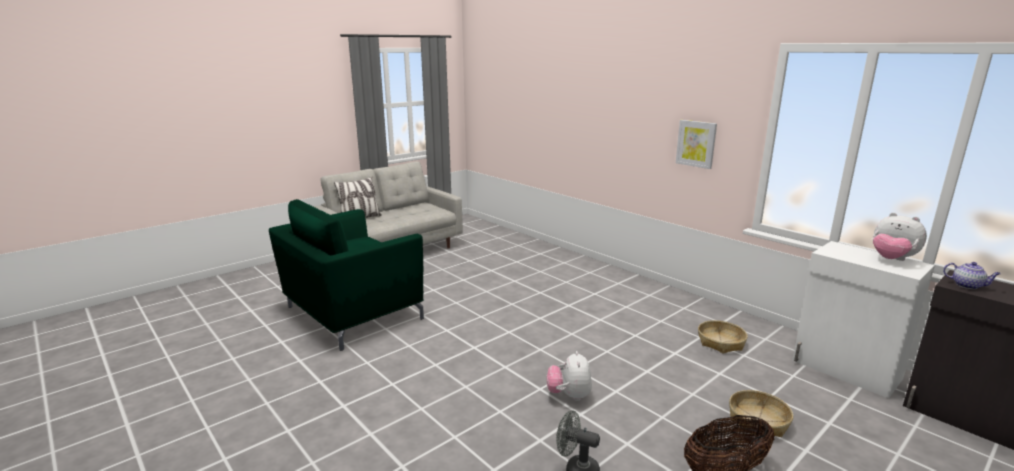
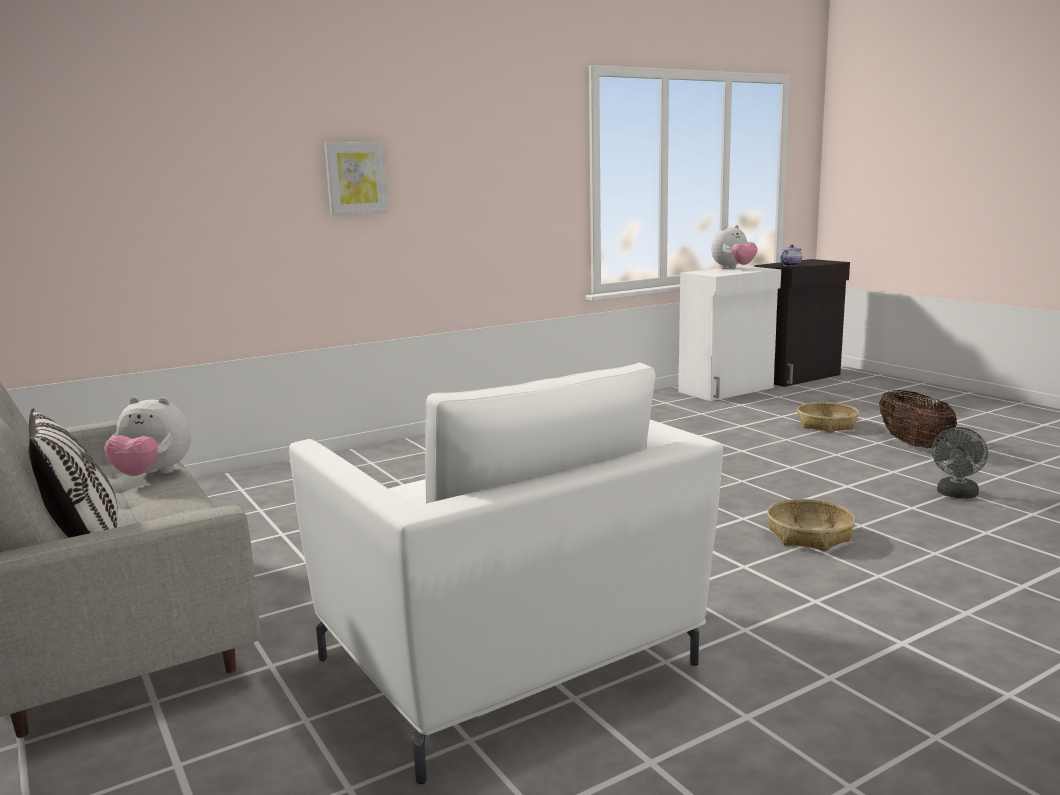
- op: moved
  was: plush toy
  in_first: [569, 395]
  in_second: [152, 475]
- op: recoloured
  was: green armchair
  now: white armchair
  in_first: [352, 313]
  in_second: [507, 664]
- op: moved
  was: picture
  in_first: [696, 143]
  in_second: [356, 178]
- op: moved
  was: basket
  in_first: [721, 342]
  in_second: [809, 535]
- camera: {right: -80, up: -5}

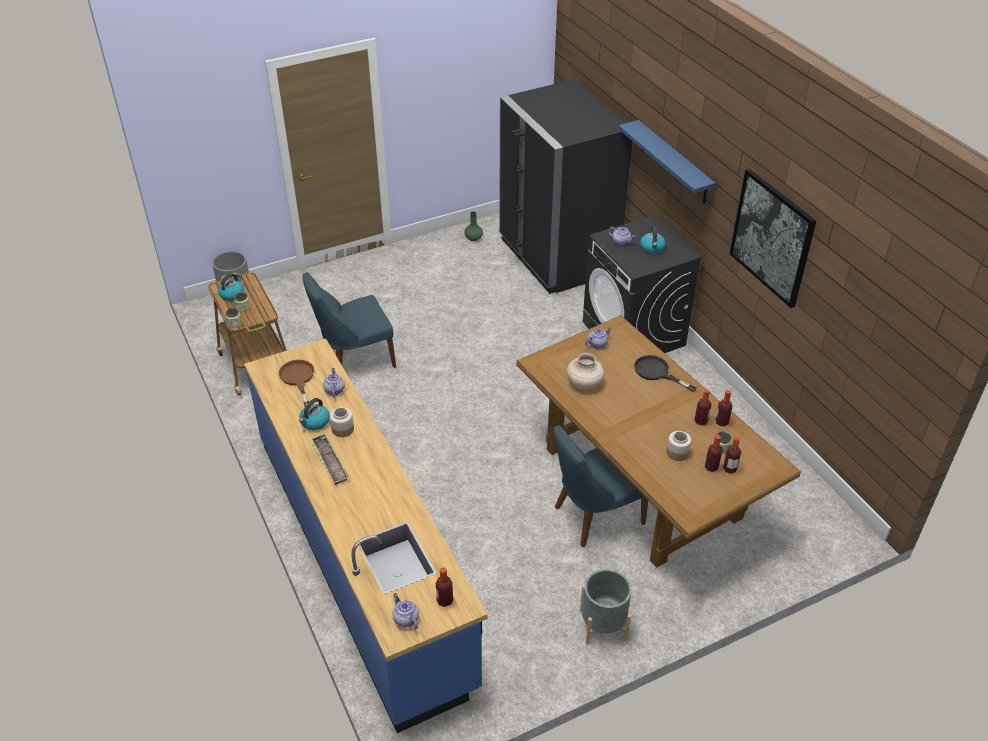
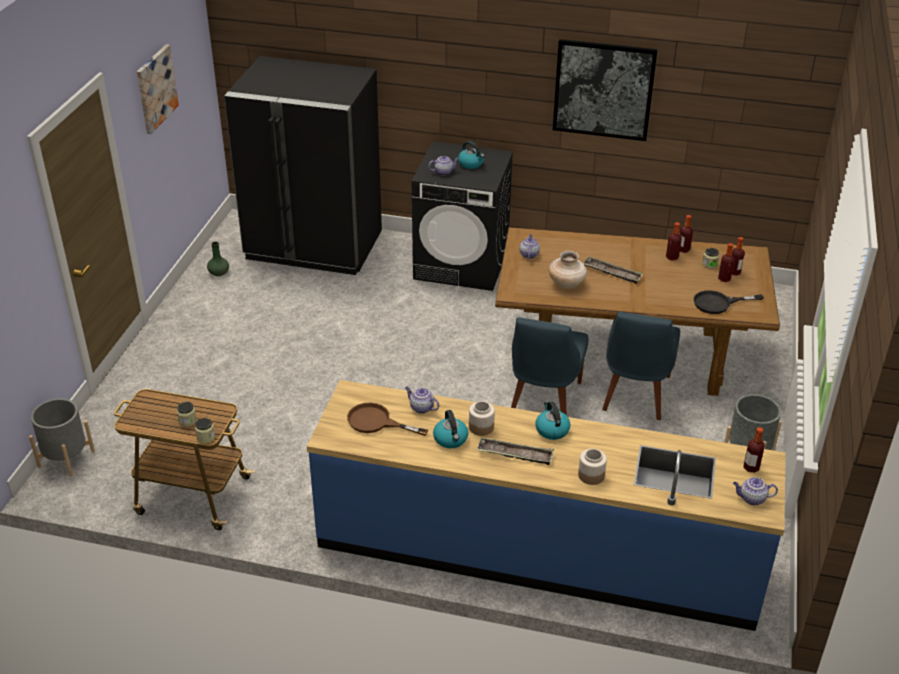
- op: added
  now: picture
  in_second: [156, 88]
- op: moved
  was: blue chair
  in_first: [354, 360]
  in_second: [543, 401]
- op: moved
  was: kettle
  in_first: [232, 294]
  in_second: [551, 430]
- op: moved
  was: jar
  in_first: [677, 453]
  in_second: [591, 475]
- op: added
  now: tray
  in_second: [612, 273]
- op: moved
  was: black frying pan
  in_first: [657, 372]
  in_second: [718, 303]
- op: removed
  was: blue shelf
  in_first: [674, 162]
- camera: {right: -50, up: -5}

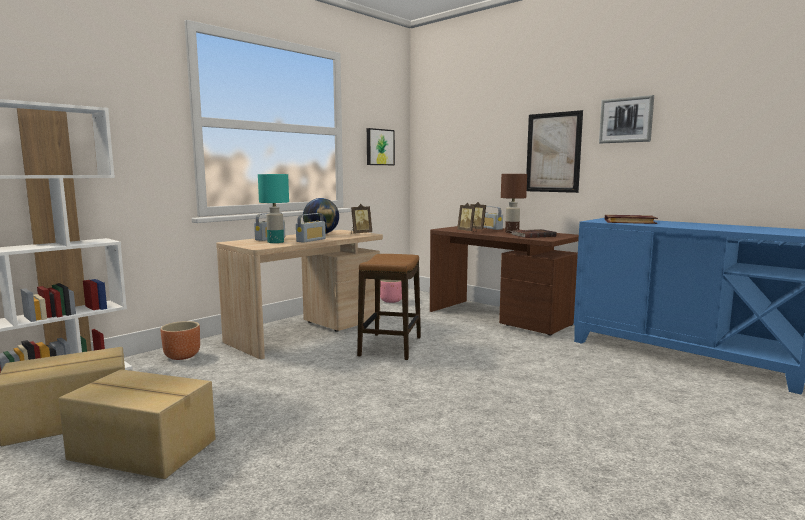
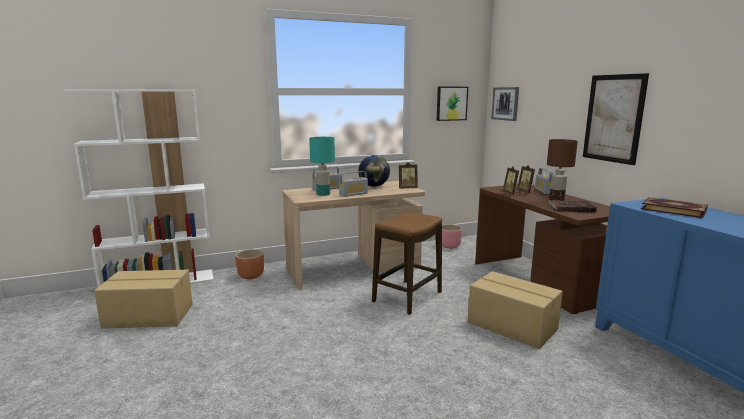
- op: moved
  was: cardboard box
  in_first: [142, 450]
  in_second: [512, 326]
- op: moved
  was: picture
  in_first: [626, 120]
  in_second: [505, 103]
- camera: {right: 25, up: 5}

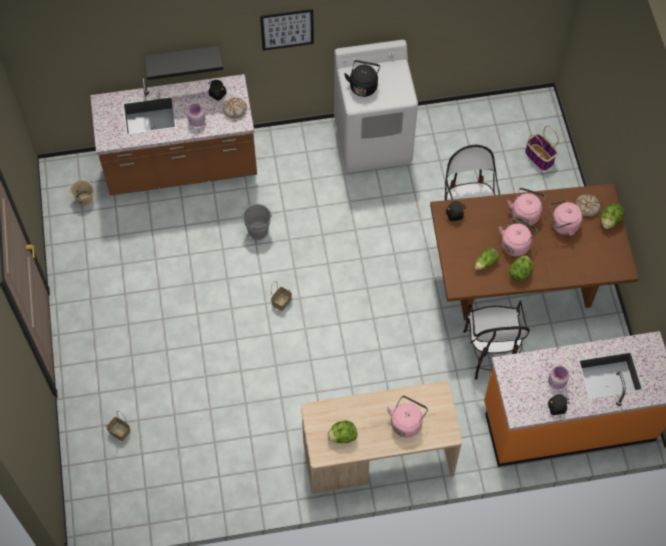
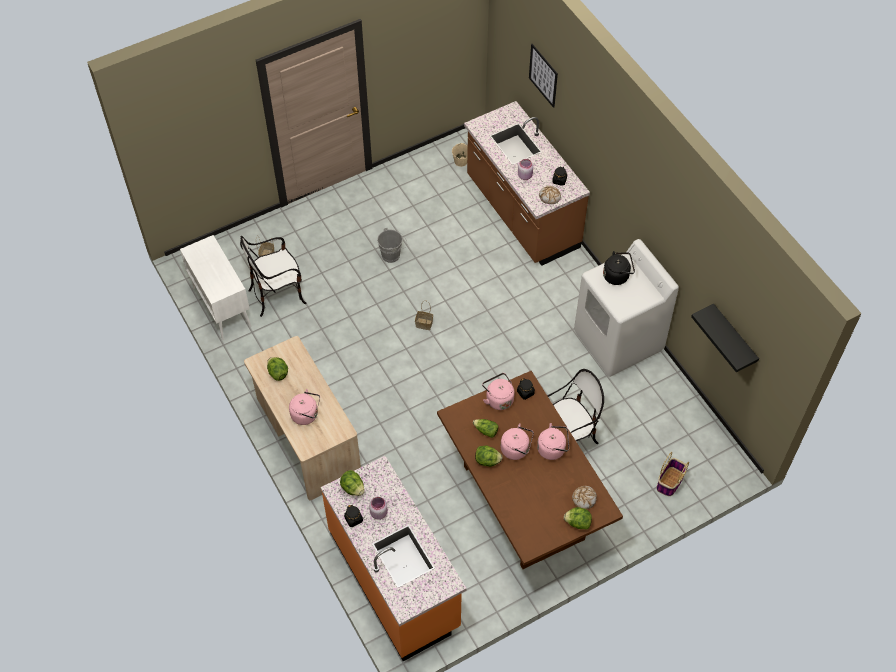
- op: added
  now: white cabinet
  in_second: [221, 306]
- op: moved
  was: chair
  in_first: [490, 352]
  in_second: [277, 294]
- op: added
  now: lettuce
  in_second: [353, 488]
- op: moved
  was: grey bucket
  in_first: [258, 229]
  in_second: [393, 255]
- op: moved
  was: pink kettle
  in_first: [563, 225]
  in_second: [498, 399]
- op: moved
  was: picture
  in_first: [287, 29]
  in_second: [543, 75]
- op: moved
  was: black shelf
  in_first: [183, 59]
  in_second: [733, 338]
- camera: {right: 70, up: -5}

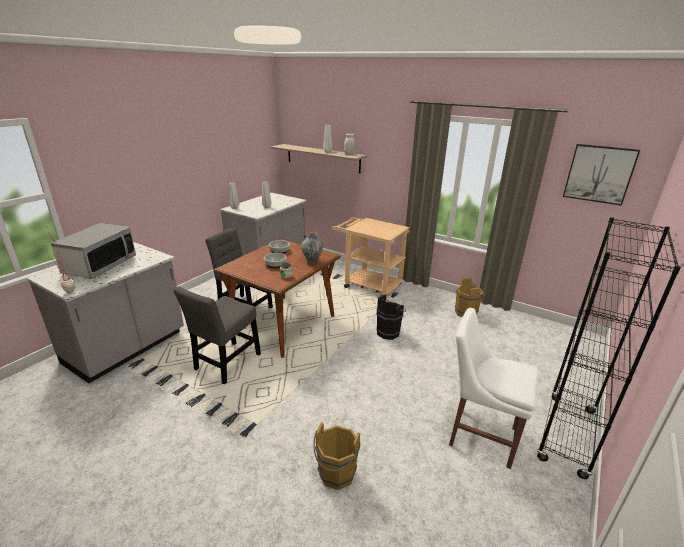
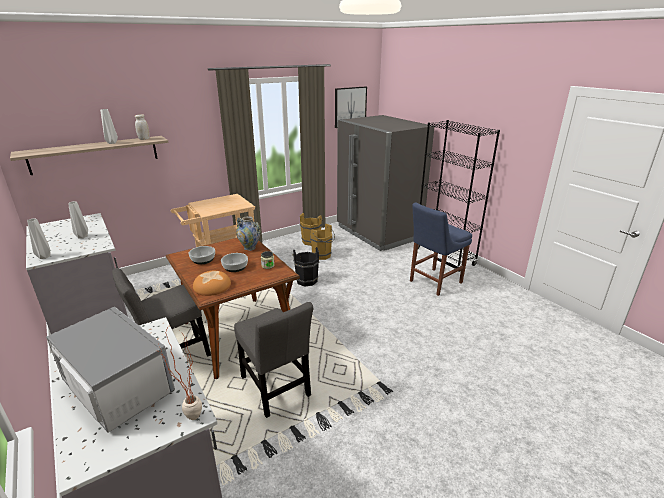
- op: added
  now: bread
  in_second: [212, 286]
- op: moved
  was: brown bucket
  in_first: [336, 476]
  in_second: [322, 256]
- op: added
  now: grey fridge
  in_second: [378, 233]
- op: recoloured
  was: white chair
  now: blue chair
  in_first: [479, 434]
  in_second: [433, 282]
- camera: {right: -65, up: 0}

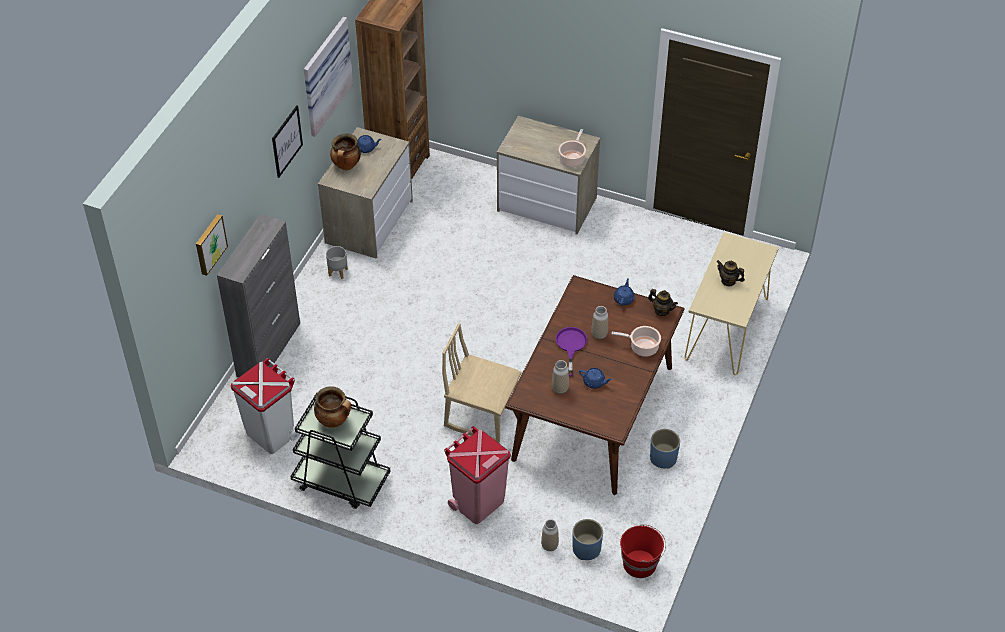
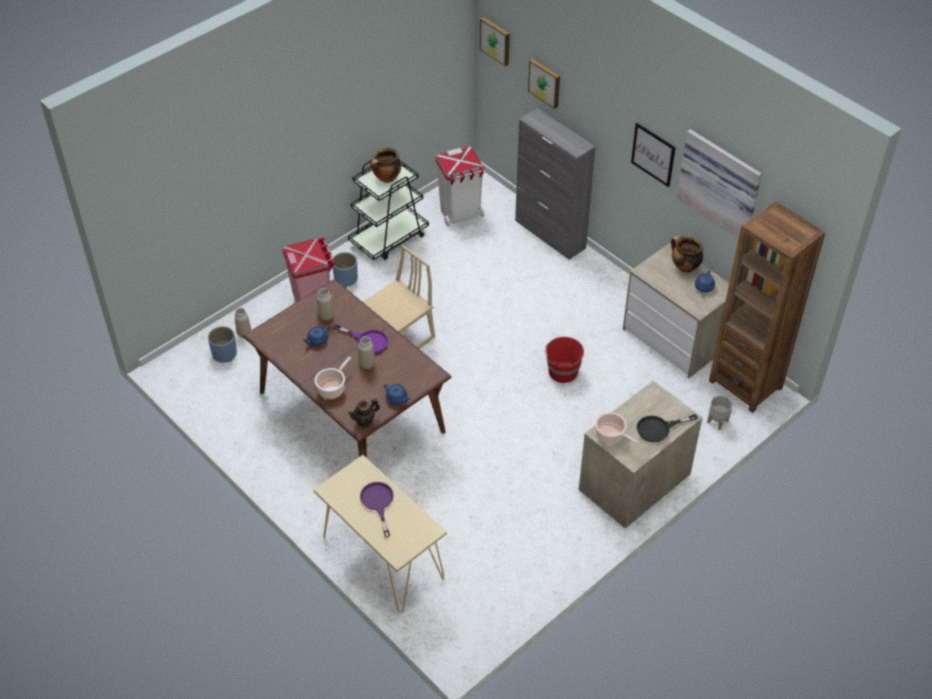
- op: moved
  was: blue planter
  in_first: [663, 458]
  in_second: [346, 279]
- op: replaced
  was: teapot
  now: purple frying pan
  in_first: [728, 281]
  in_second: [378, 503]
- op: added
  now: picture
  in_second: [496, 40]
- op: moved
  was: red bucket
  in_first: [640, 563]
  in_second: [563, 372]
- op: added
  now: black frying pan
  in_second: [658, 428]
- op: moved
  was: grey planter
  in_first: [338, 272]
  in_second: [718, 422]
- camera: {right: 115, up: 0}

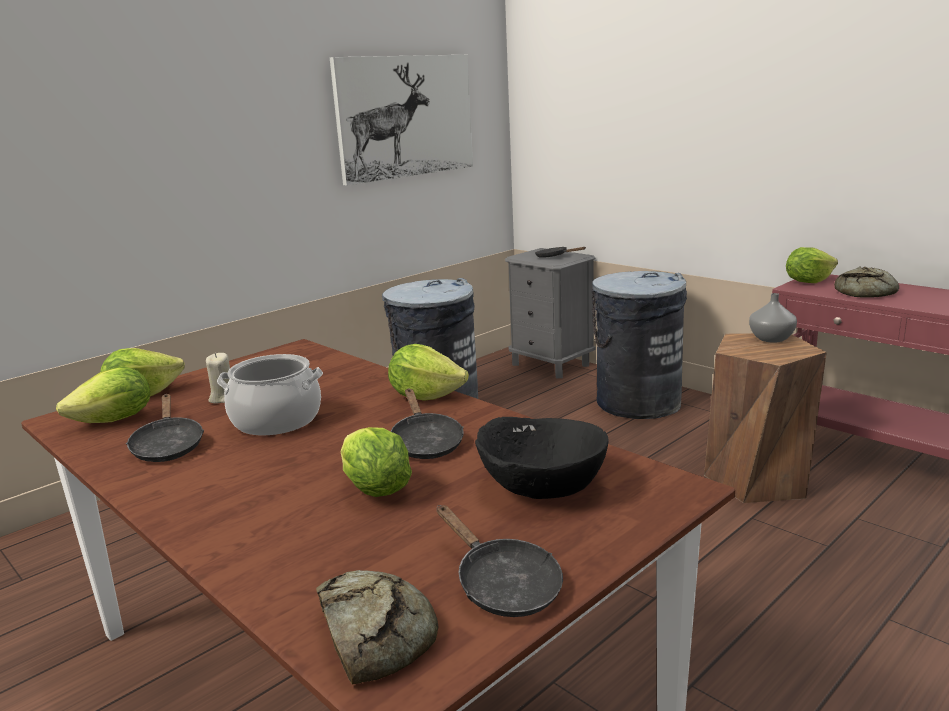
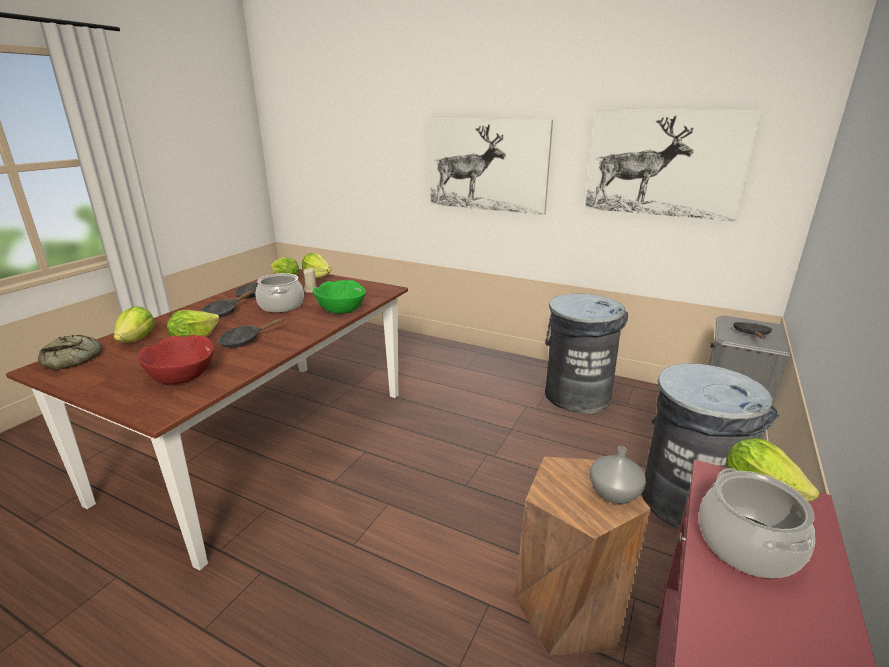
- op: moved
  was: lettuce
  in_first: [425, 395]
  in_second: [138, 339]
- op: recoloured
  was: black bowl
  now: red bowl
  in_first: [542, 484]
  in_second: [182, 375]
- op: moved
  was: black frying pan
  in_first: [502, 585]
  in_second: [224, 312]
- op: added
  now: green bowl
  in_second: [342, 309]
- op: added
  now: picture
  in_second: [487, 165]
- op: replaced
  was: bread
  now: cooking pot
  in_first: [867, 292]
  in_second: [748, 545]
- camera: {right: 70, up: 5}

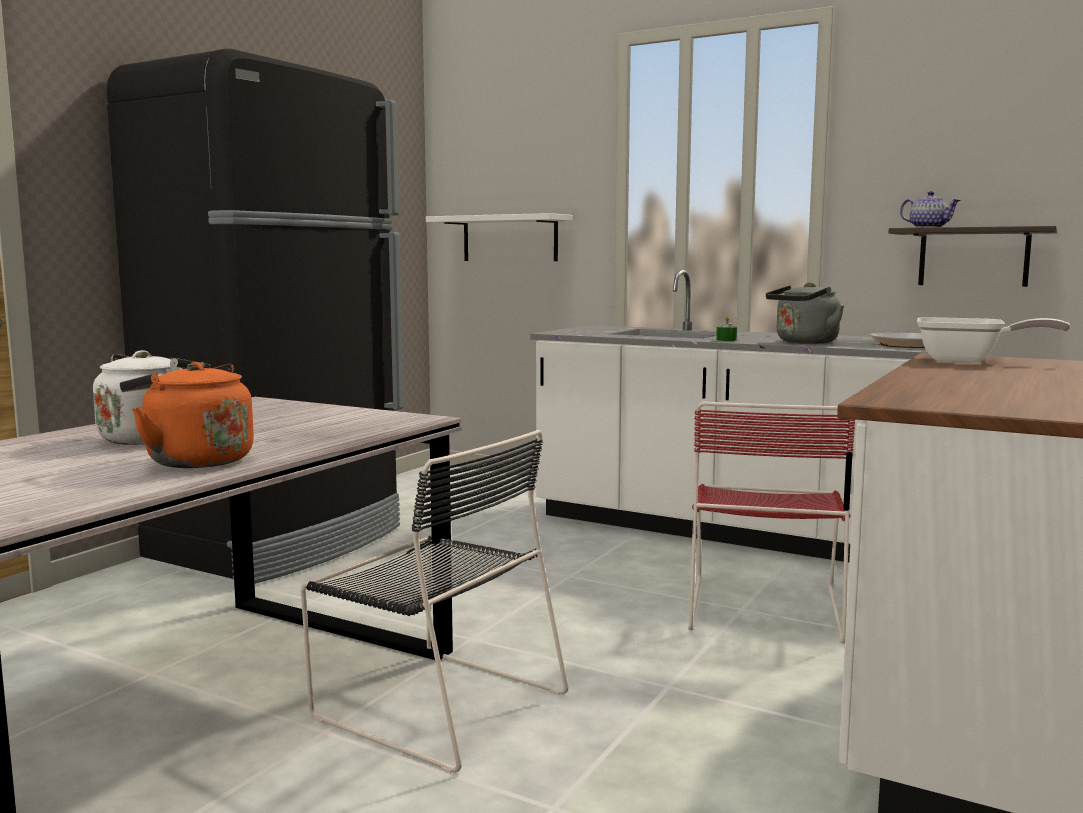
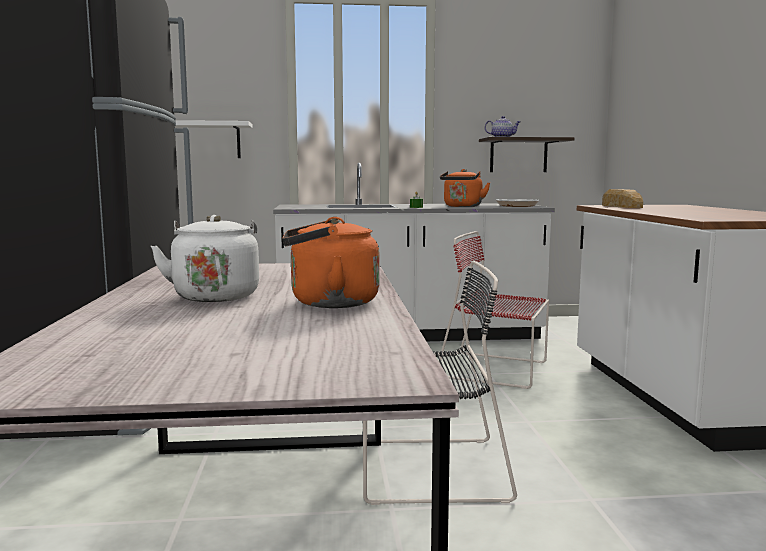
- op: turned
  was: red chair
  in_first: [764, 607]
  in_second: [497, 370]
  clockwise: 135
- op: recoloured
  was: grey kettle
  now: orange kettle
  in_first: [804, 342]
  in_second: [462, 206]
- op: replaced
  was: frying pan
  now: bread
  in_first: [968, 361]
  in_second: [621, 206]
- camera: {right: -35, up: 0}

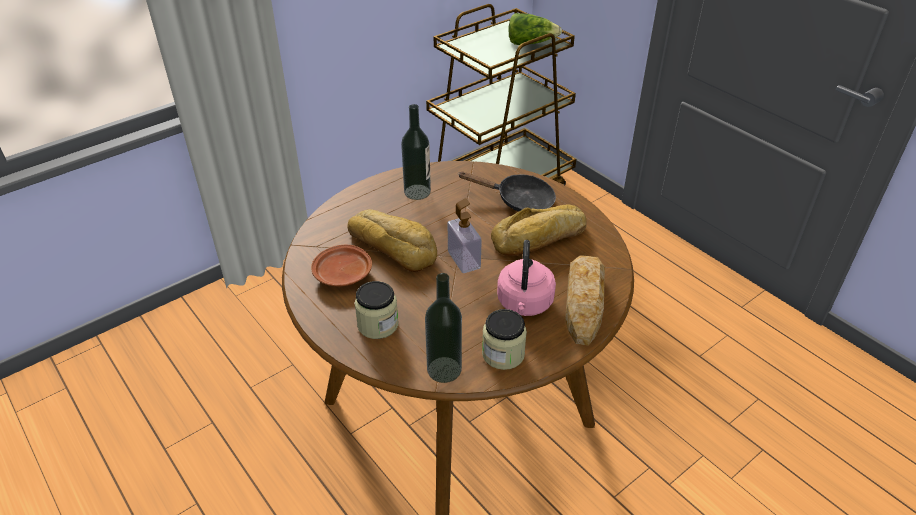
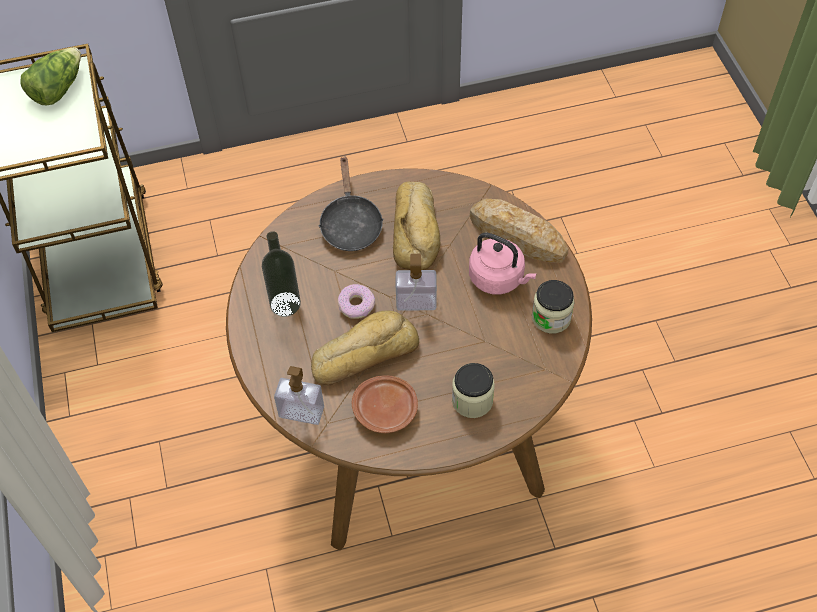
- op: added
  now: soap dispenser
  in_second: [301, 412]
- op: turned
  was: black frying pan
  in_first: [519, 201]
  in_second: [350, 224]
  clockwise: 135
- op: added
  now: donut
  in_second: [356, 305]
- op: removed
  was: bottle
  in_first: [444, 369]
- camera: {right: -65, up: 15}

